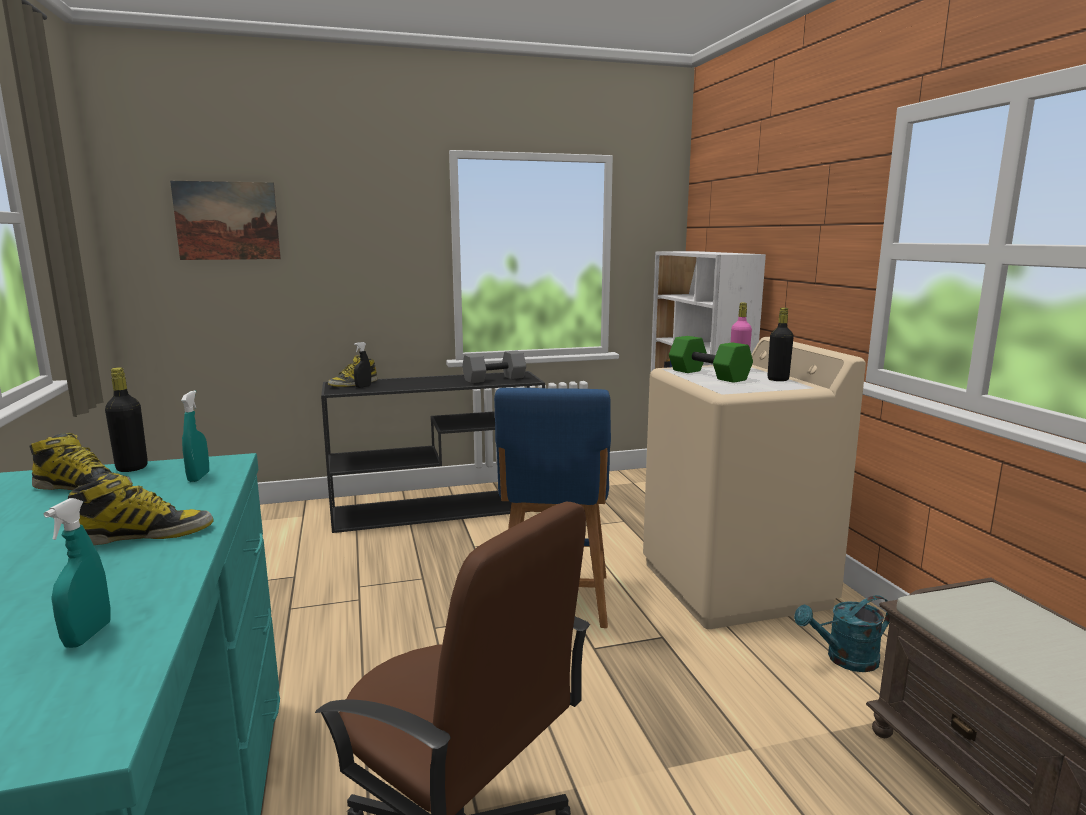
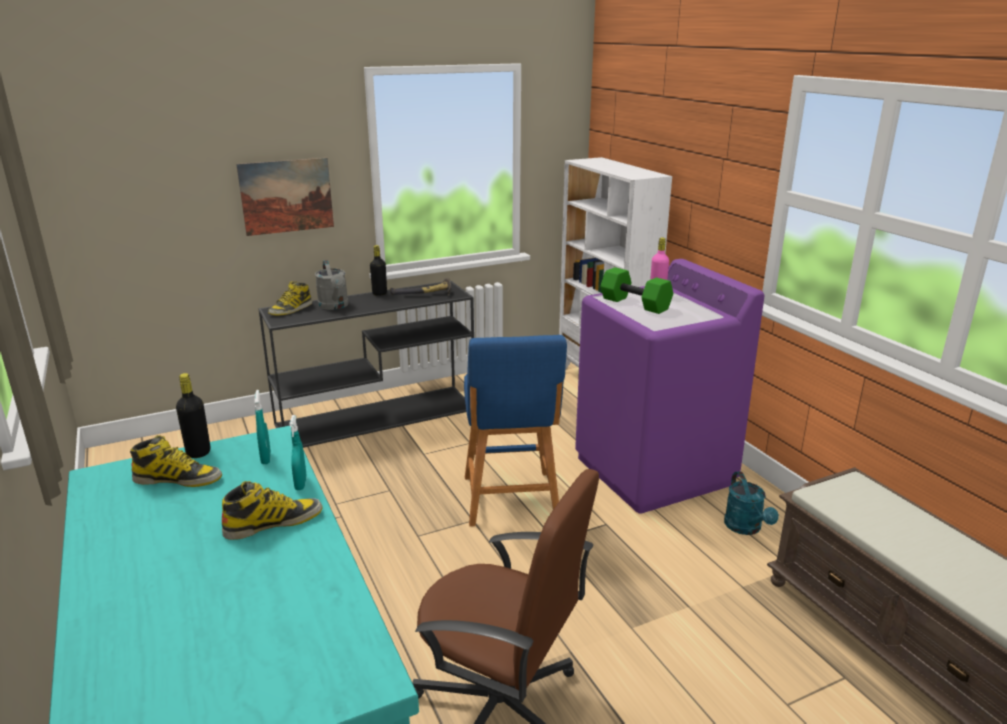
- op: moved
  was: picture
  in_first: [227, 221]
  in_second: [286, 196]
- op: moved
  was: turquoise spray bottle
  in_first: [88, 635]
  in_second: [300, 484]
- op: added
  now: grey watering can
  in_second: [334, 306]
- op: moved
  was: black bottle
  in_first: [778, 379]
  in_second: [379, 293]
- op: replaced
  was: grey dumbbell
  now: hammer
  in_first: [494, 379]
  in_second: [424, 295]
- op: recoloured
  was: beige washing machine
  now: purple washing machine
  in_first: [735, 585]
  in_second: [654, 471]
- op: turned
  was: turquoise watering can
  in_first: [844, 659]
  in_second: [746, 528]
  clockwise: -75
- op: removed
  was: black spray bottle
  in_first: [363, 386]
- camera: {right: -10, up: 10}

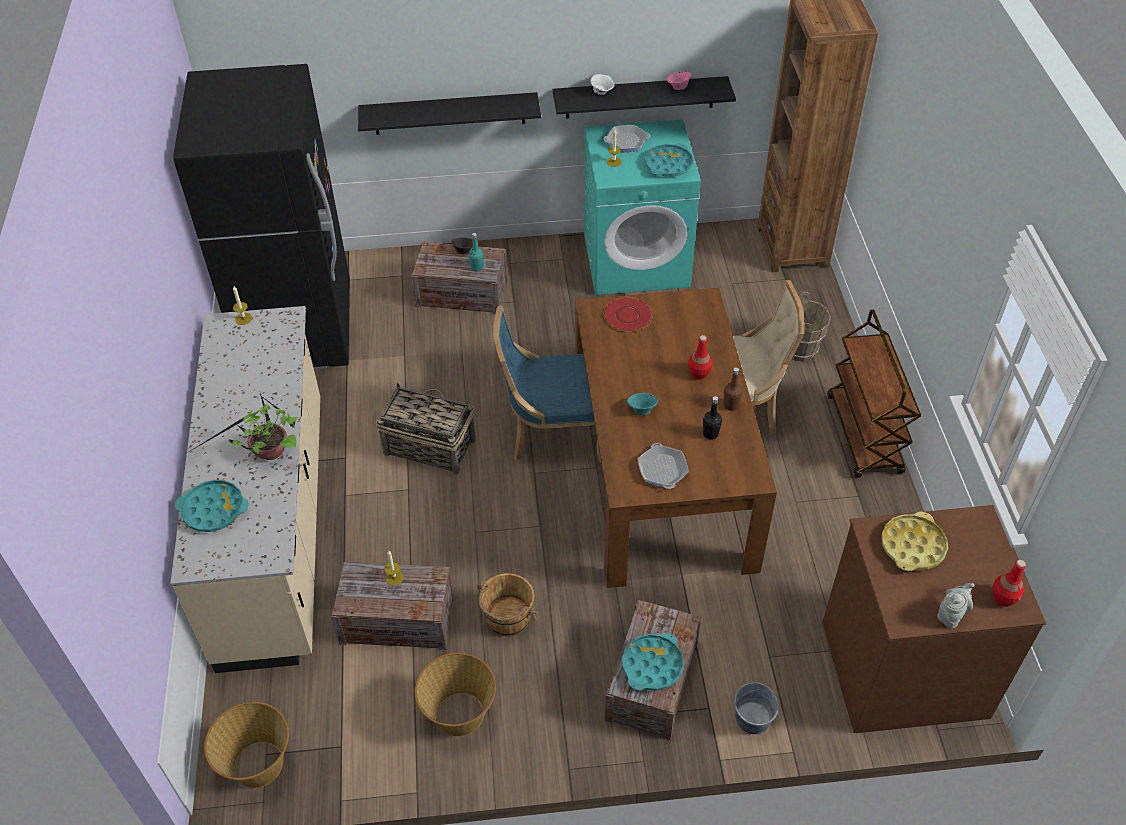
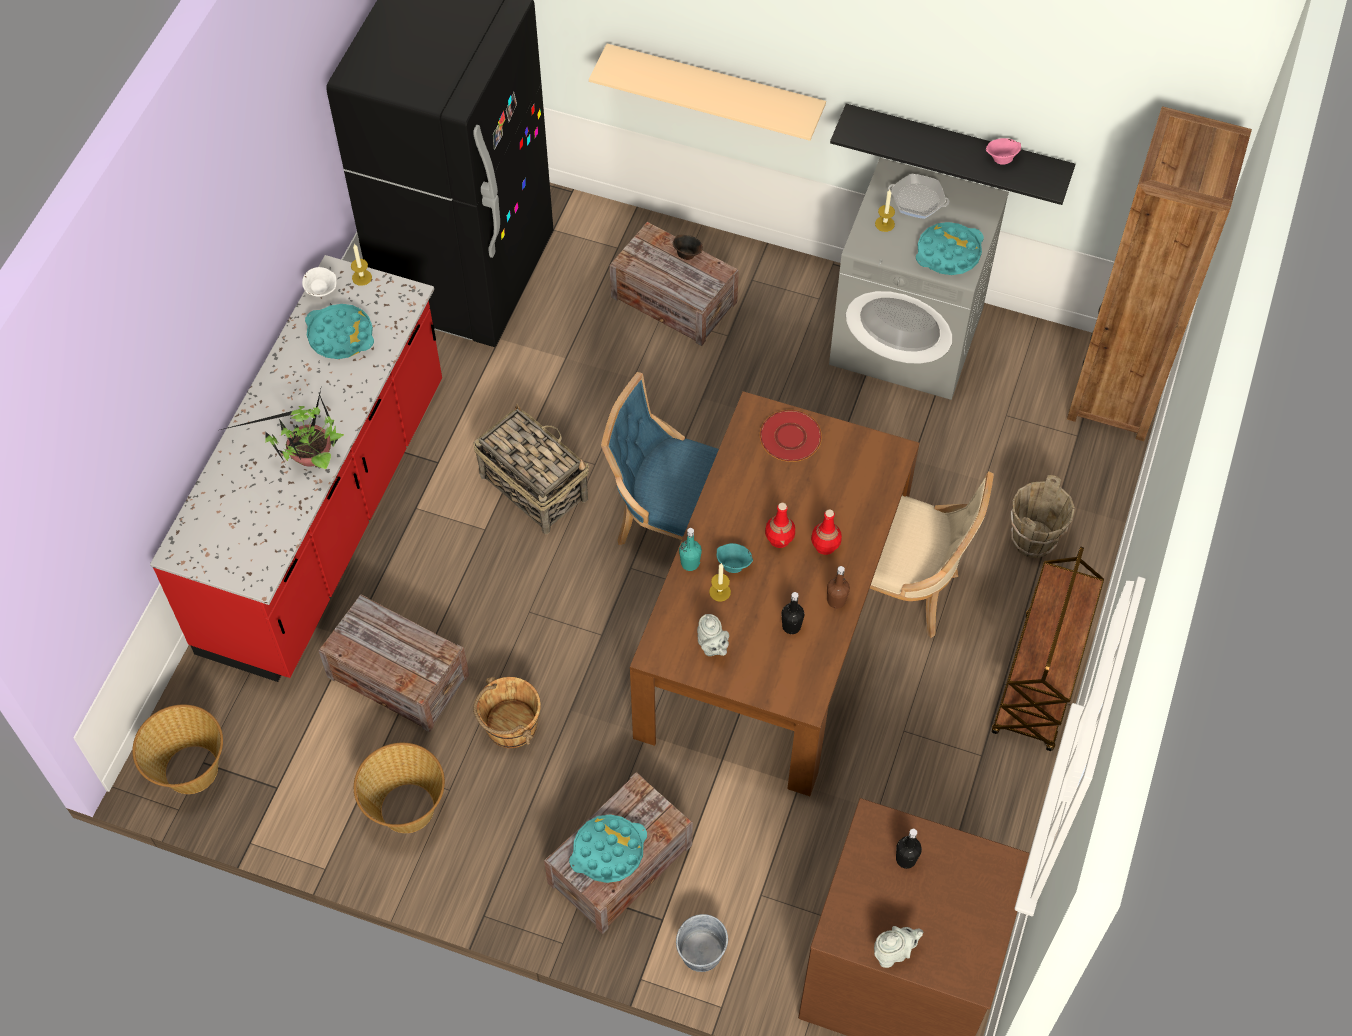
- op: recoloured
  was: beige counter
  now: red counter
  in_first: [276, 529]
  in_second: [327, 517]
- op: moved
  was: white bowl
  in_first: [601, 92]
  in_second: [321, 290]
- op: moved
  was: turquoise tray
  in_first: [213, 510]
  in_second: [340, 335]
- op: recoloured
  was: black shelf
  now: beige shelf
  in_first: [449, 113]
  in_second: [715, 88]
- op: moved
  was: turquoise bottle
  in_first: [477, 267]
  in_second: [690, 563]
- op: replaced
  was: frying pan
  now: grey teapot
  in_first: [662, 470]
  in_second: [712, 647]
- op: moved
  was: candle
  in_first: [394, 577]
  in_second: [720, 592]
- op: moved
  was: red bottle
  in_first: [1004, 597]
  in_second: [779, 539]
- op: recoloured
  was: turquoise washing machine
  now: grey washing machine
  in_first: [637, 260]
  in_second: [908, 336]
- op: replaced
  was: yellow tray
  now: black bottle
  in_first: [912, 546]
  in_second: [906, 859]
- camera: {right: 25, up: 10}

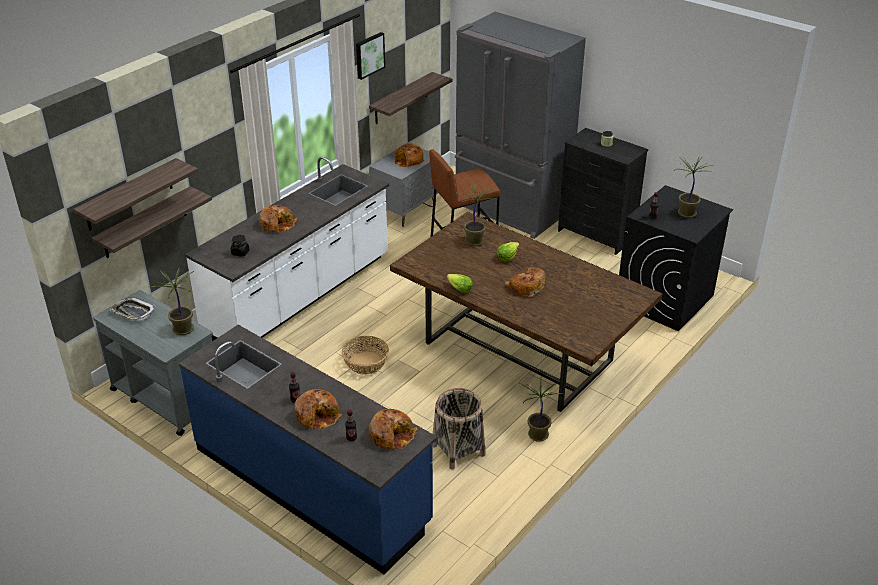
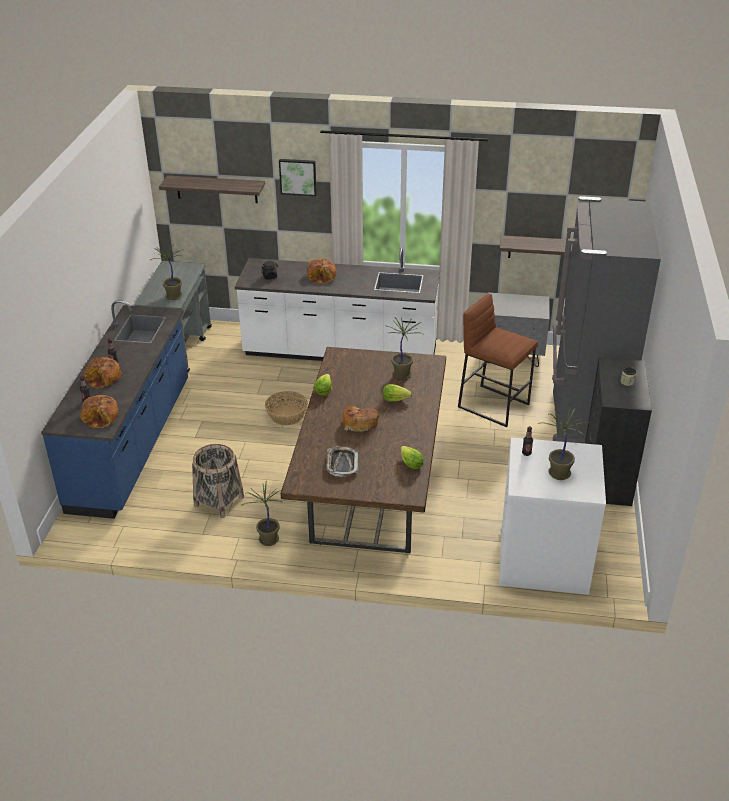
- op: moved
  was: picture
  in_first: [369, 55]
  in_second: [298, 176]
- op: moved
  was: tray
  in_first: [133, 312]
  in_second: [342, 464]
- op: added
  now: lettuce
  in_second: [410, 463]
- op: recoloured
  was: black washing machine
  now: white washing machine
  in_first: [664, 300]
  in_second: [542, 559]
- op: removed
  was: shelf
  in_first: [145, 223]
- op: removed
  was: bread
  in_first: [408, 161]
- camera: {right: 60, up: 0}

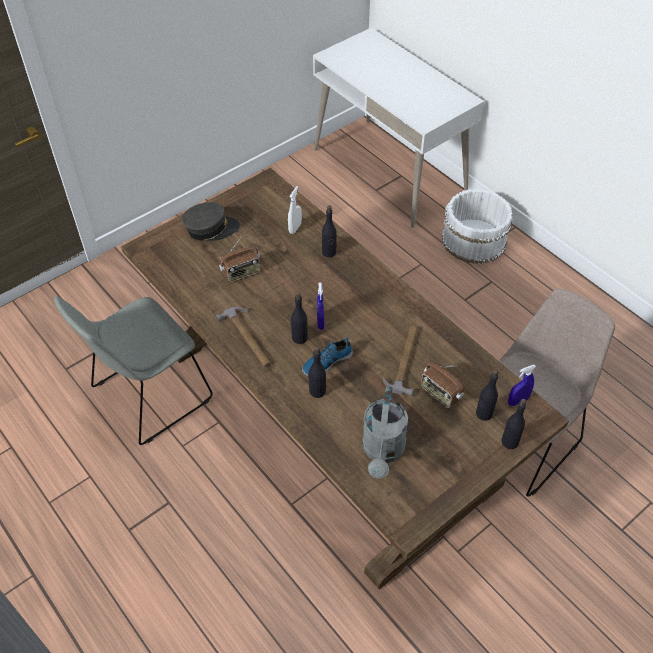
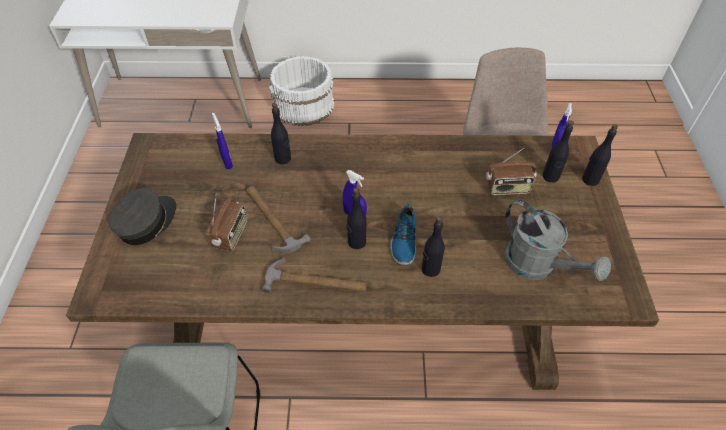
- op: recoloured
  was: white spray bottle
  now: blue spray bottle
  in_first: [295, 228]
  in_second: [227, 162]
- op: moved
  was: hammer
  in_first: [404, 360]
  in_second: [271, 219]
- camera: {right: -50, up: 0}

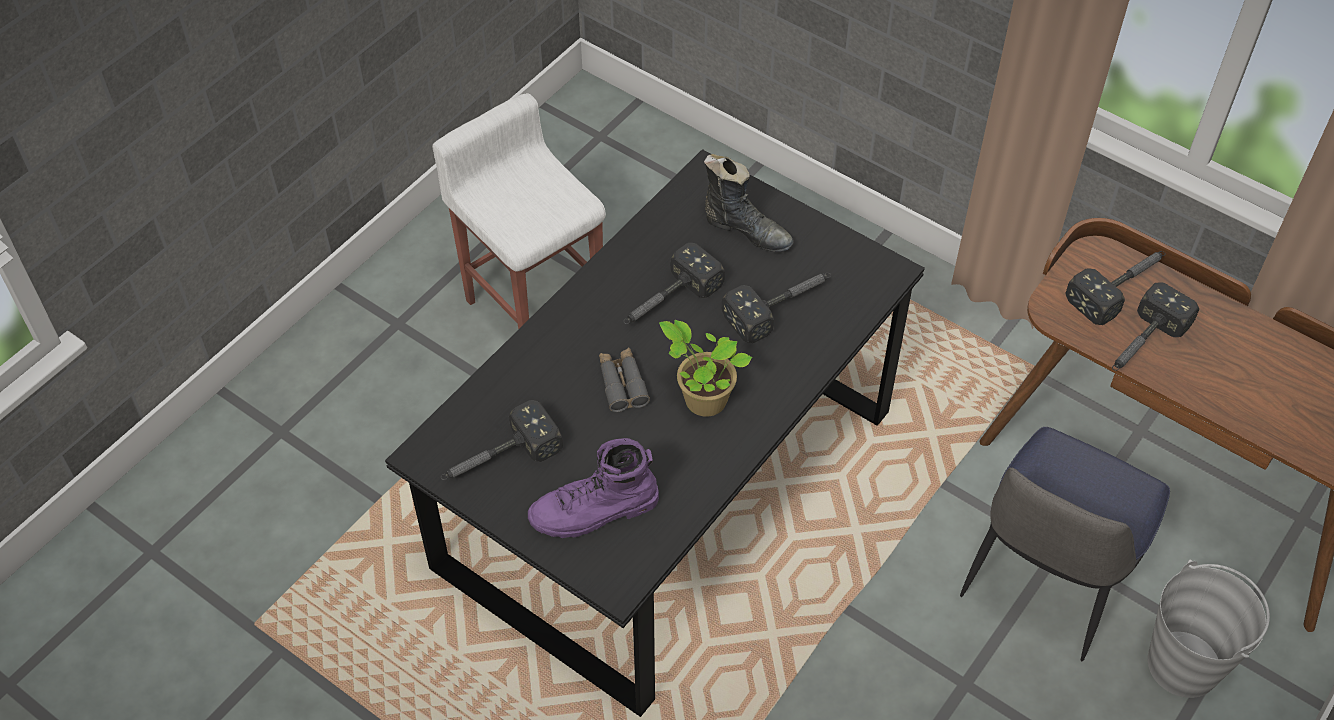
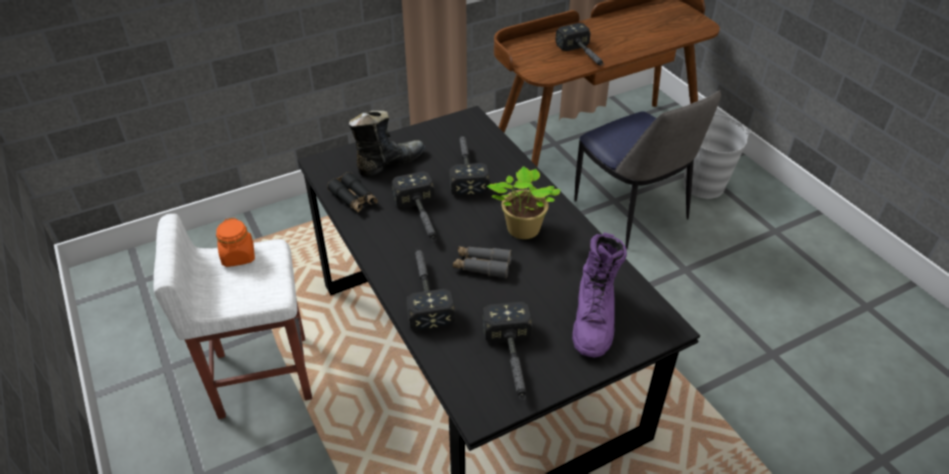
- op: added
  now: orange jar
  in_second: [238, 256]
- op: added
  now: black binoculars
  in_second: [354, 198]
- op: moved
  was: hammer
  in_first: [1121, 287]
  in_second: [425, 291]
- camera: {right: -65, up: -10}

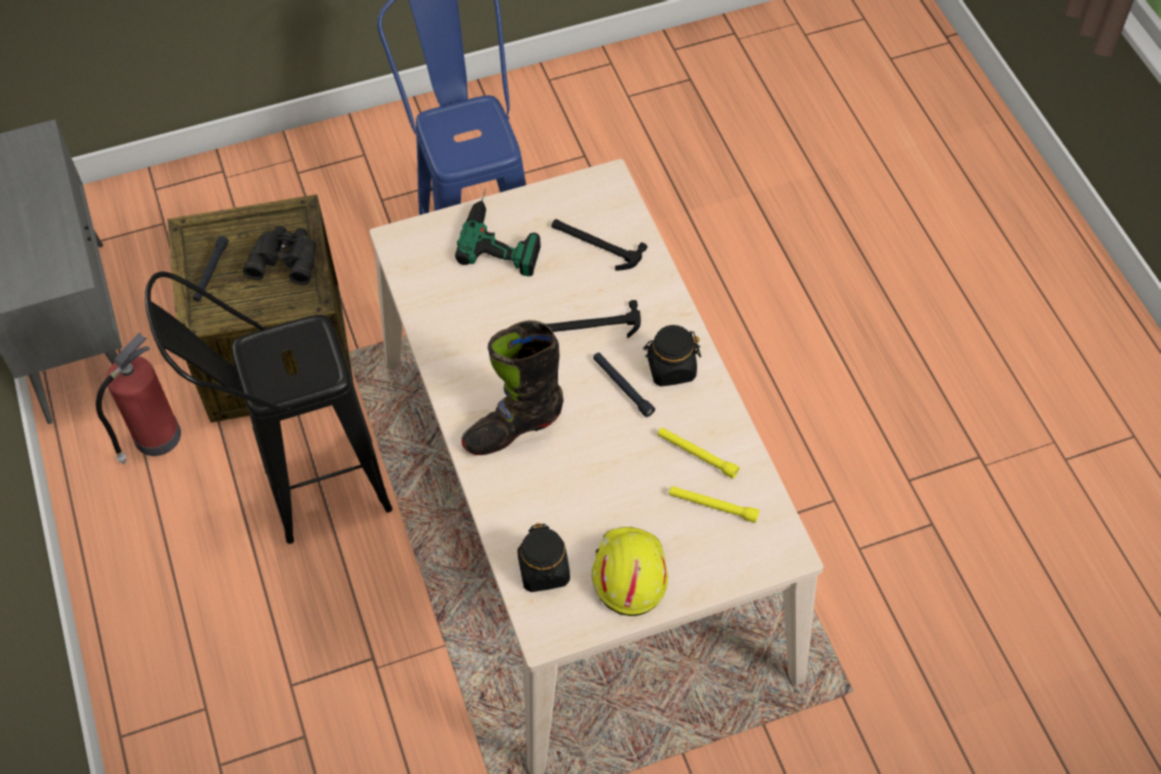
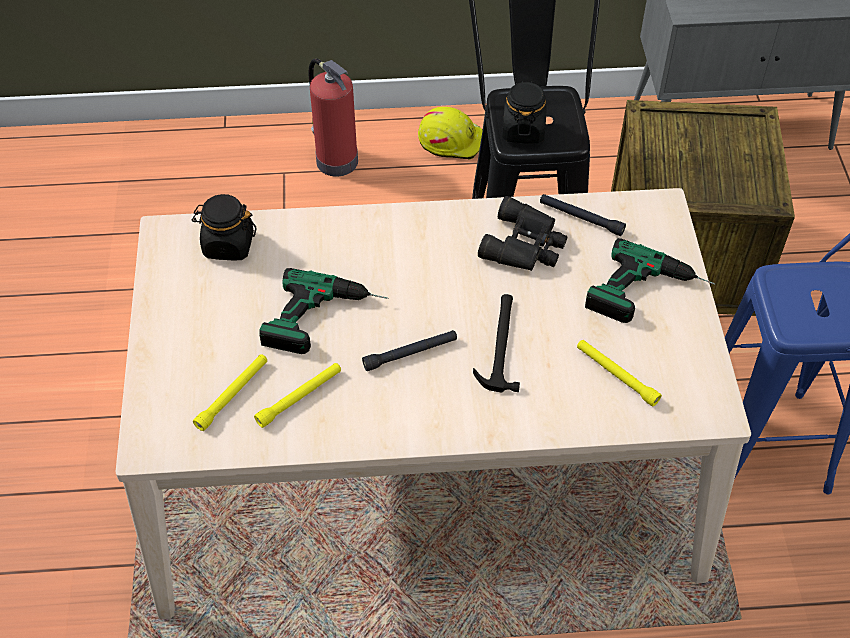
- op: added
  now: power drill
  in_second: [326, 320]
- op: moved
  was: fire extinguisher
  in_first: [155, 438]
  in_second: [335, 160]
- op: moved
  was: yellow hard hat
  in_first: [628, 574]
  in_second: [451, 140]
- op: moved
  was: black binoculars
  in_first: [285, 258]
  in_second: [525, 245]
- op: moved
  was: black jar
  in_first: [671, 368]
  in_second: [523, 130]
- op: moved
  was: black flashlight
  in_first: [211, 272]
  in_second: [581, 218]
- op: replaced
  was: hammer
  now: yellow flashlight
  in_first: [595, 244]
  in_second: [616, 375]
- op: removed
  was: black boot
  in_first: [513, 428]
- camera: {right: 105, up: -5}

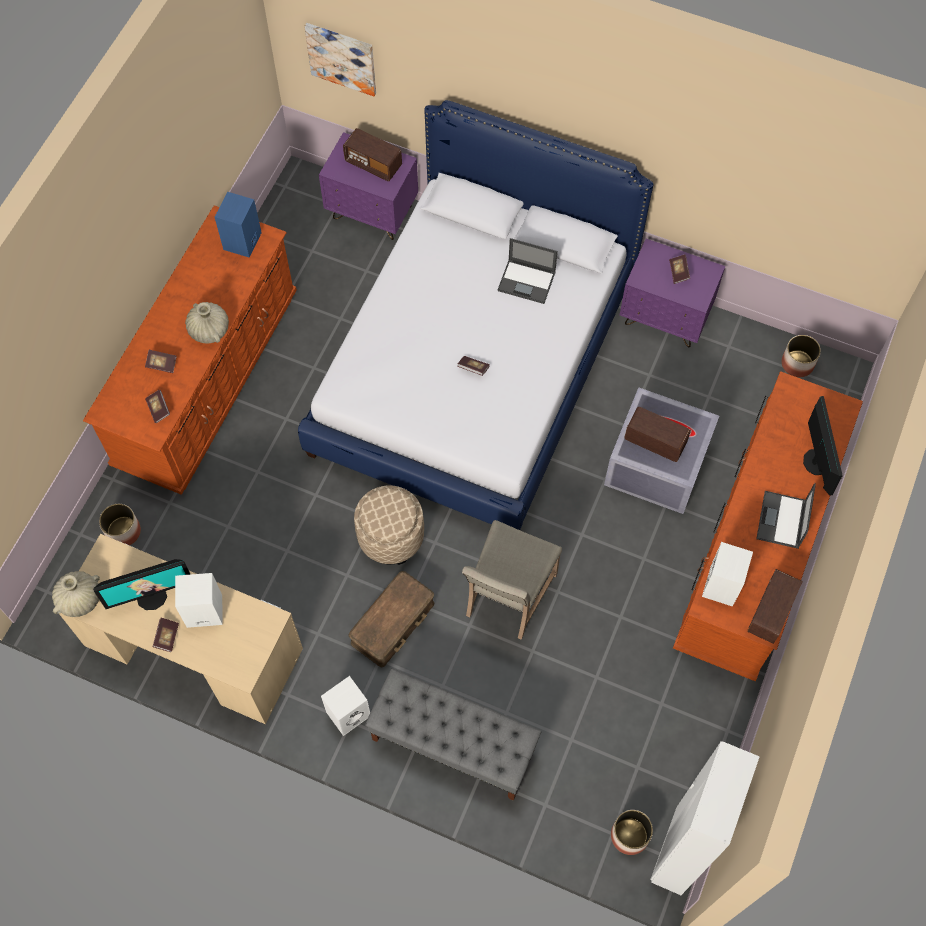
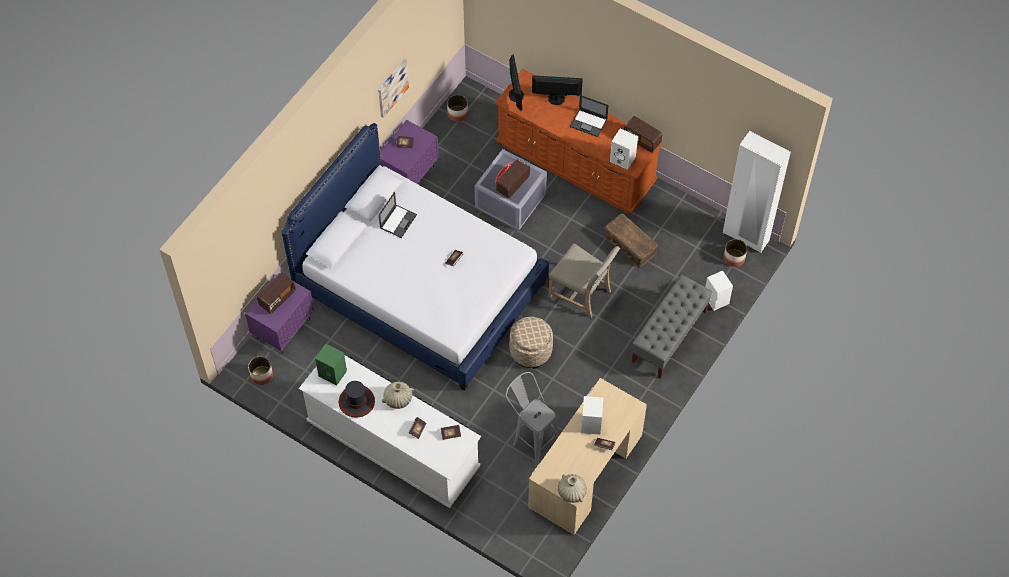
- op: moved
  was: planter
  in_first: [123, 531]
  in_second: [261, 375]
- op: recoloured
  was: brown dresser
  now: white dresser
  in_first: [208, 379]
  in_second: [393, 445]
- op: recoloured
  was: blue speaker
  now: green speaker
  in_first: [243, 242]
  in_second: [333, 373]
- op: added
  now: hat
  in_second: [357, 401]
- op: moved
  was: picture
  in_first: [342, 58]
  in_second: [392, 87]
- op: added
  now: grey stool
  in_second: [531, 440]
- op: moved
  was: monitor
  in_first: [151, 596]
  in_second: [515, 95]
- op: moved
  was: brown storage box
  in_first: [393, 624]
  in_second: [630, 244]
- op: moved
  was: white speaker
  in_first: [348, 713]
  in_second: [715, 299]
- camera: {right: -80, up: -5}

